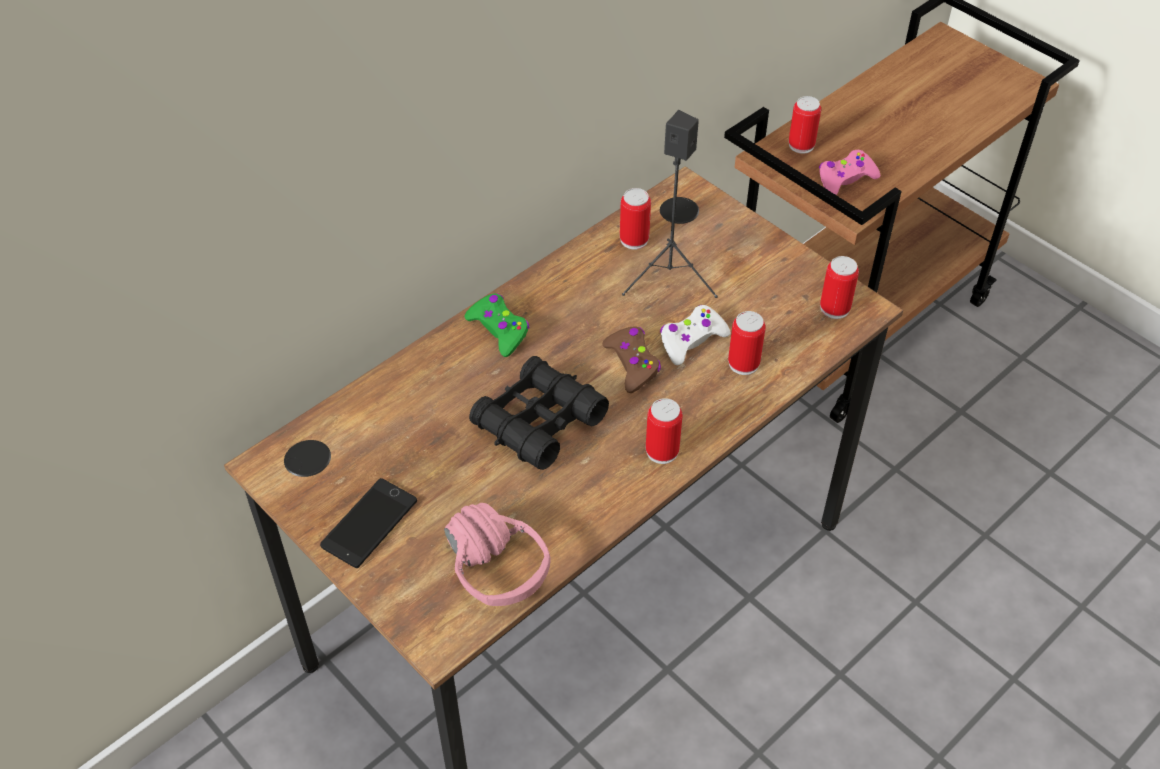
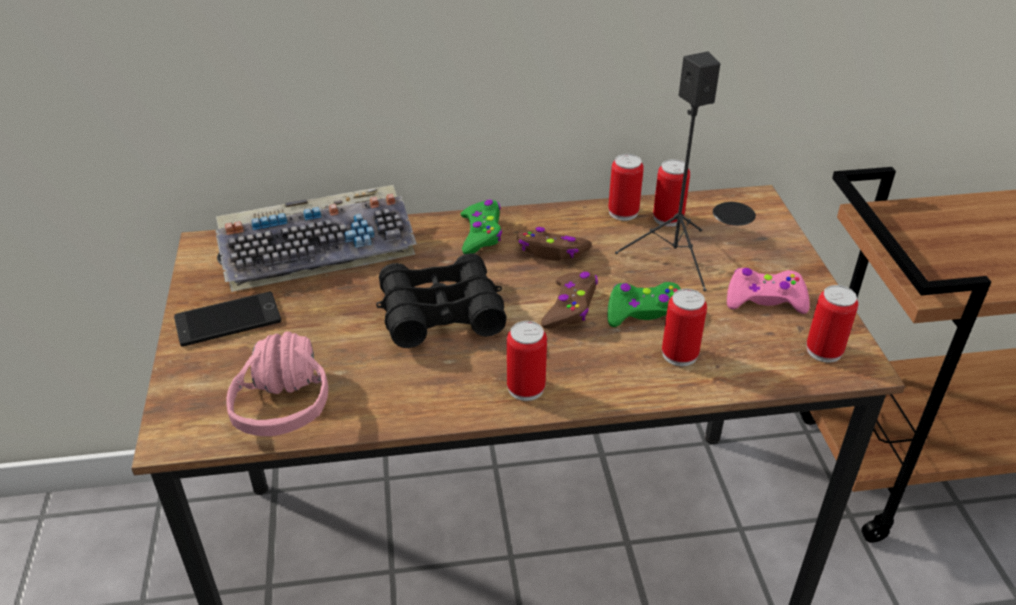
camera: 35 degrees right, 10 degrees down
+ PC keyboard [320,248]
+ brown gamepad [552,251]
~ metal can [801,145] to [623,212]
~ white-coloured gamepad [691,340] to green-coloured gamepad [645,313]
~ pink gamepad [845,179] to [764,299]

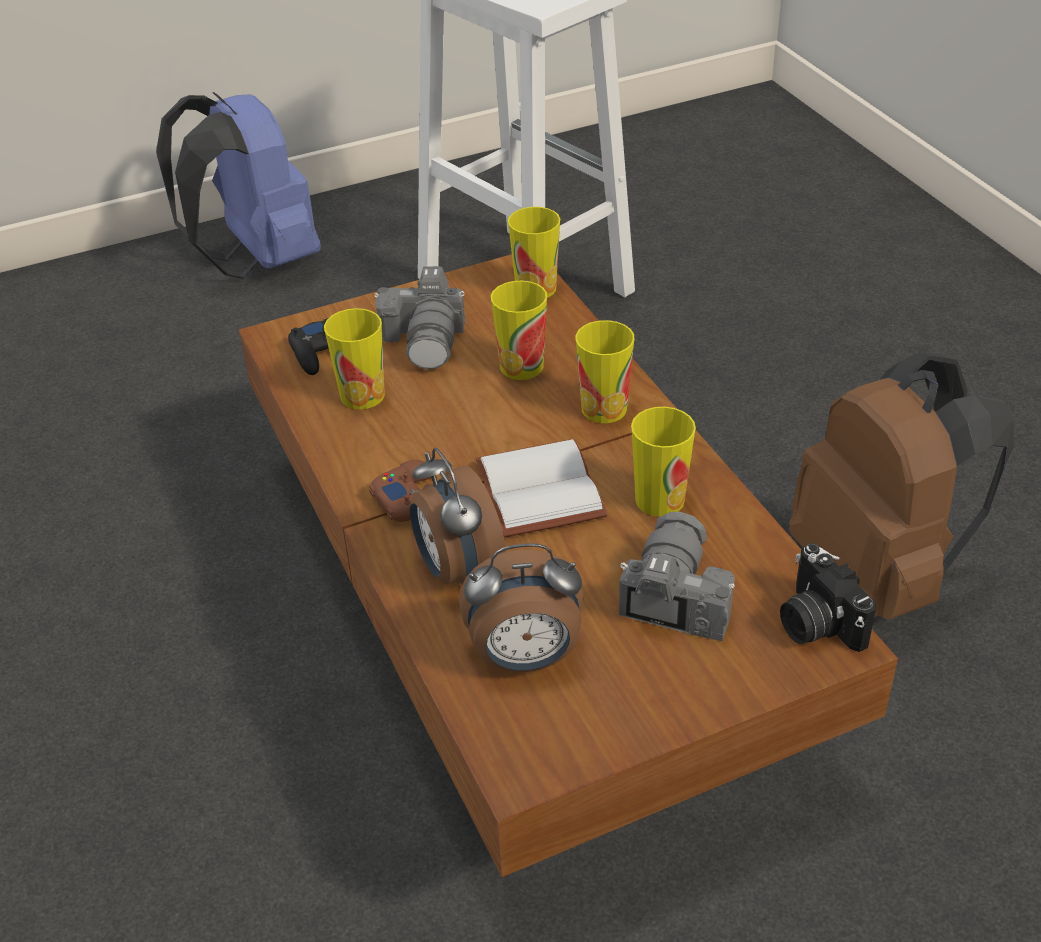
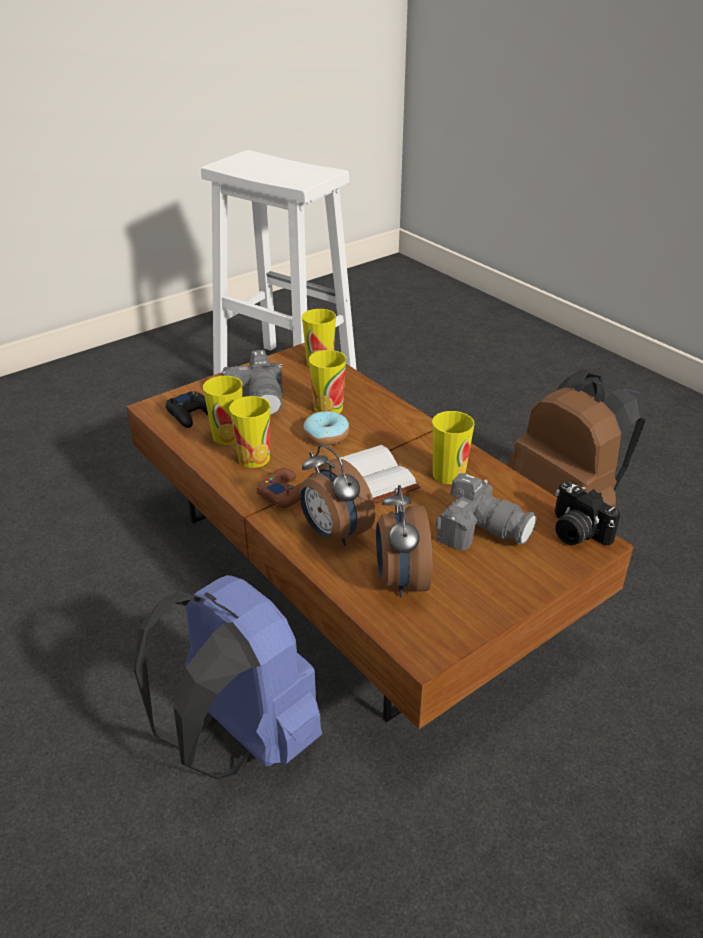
camera: 15 degrees left, 5 degrees down
~ blue-coloured rucksack [258,260] to [241,739]
~ drinking cup [604,409] to [254,458]
+ ring doughnut [326,436]
~ bedside clock [525,658] = [400,580] 105 degrees clockwise
~ photo camera [673,597] = [481,530] 120 degrees clockwise

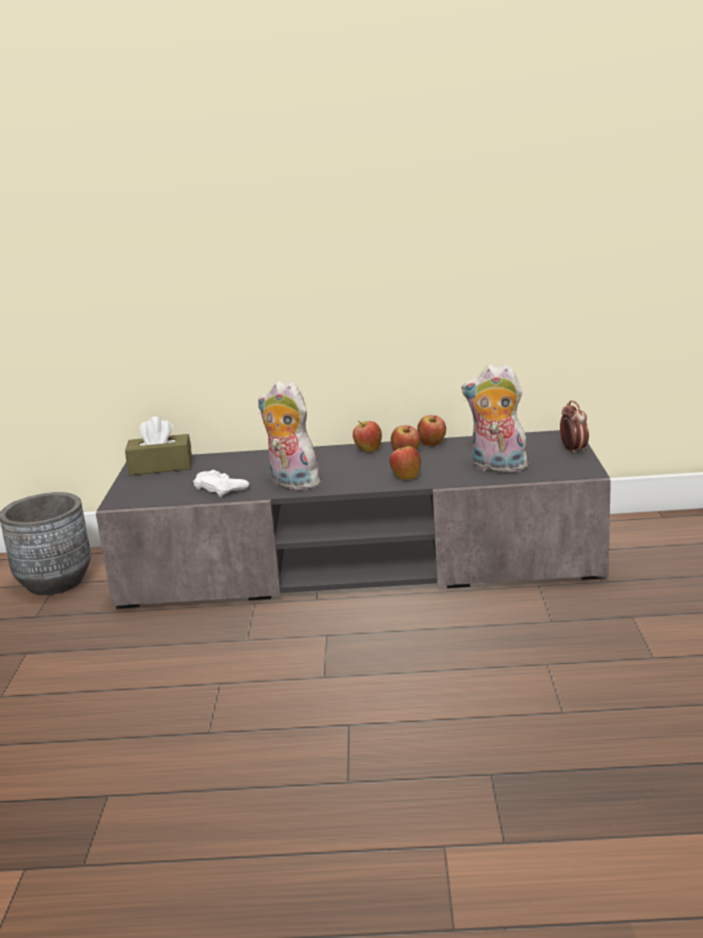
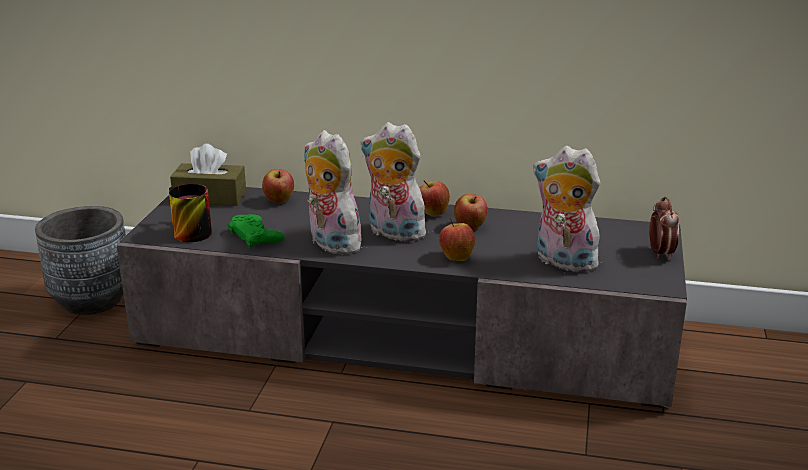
camera: 10 degrees right, 5 degrees up
+ tea mug [186,232]
~ white-coloured gamepad [221,488] to green-coloured gamepad [255,236]
~ apple [432,444] to [279,201]
+ cuddly toy [393,233]

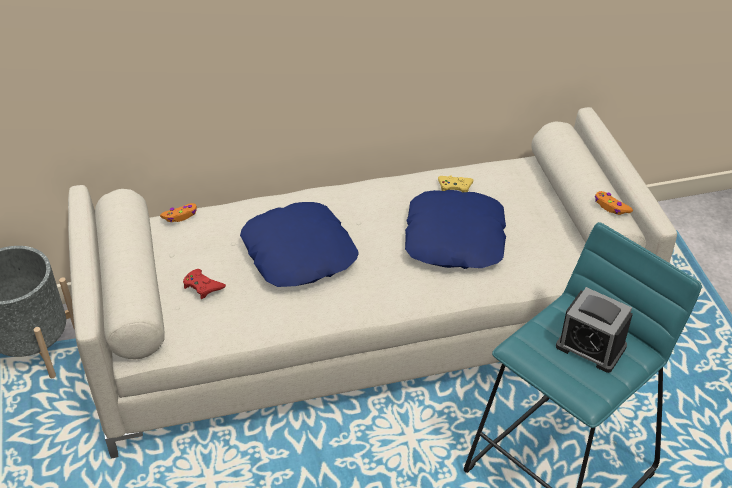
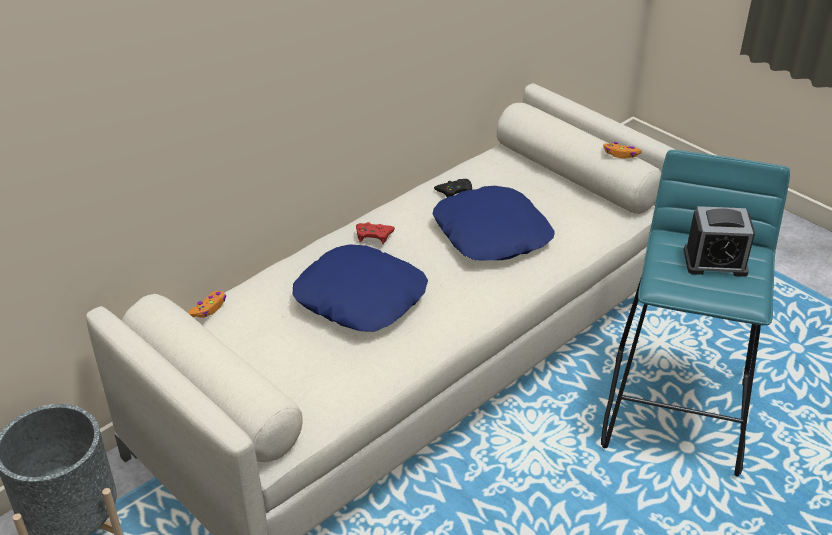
camera: 30 degrees left, 5 degrees down
~ reddish gamepad [202,286] to [374,235]
~ yellow gamepad [454,187] to black gamepad [455,191]

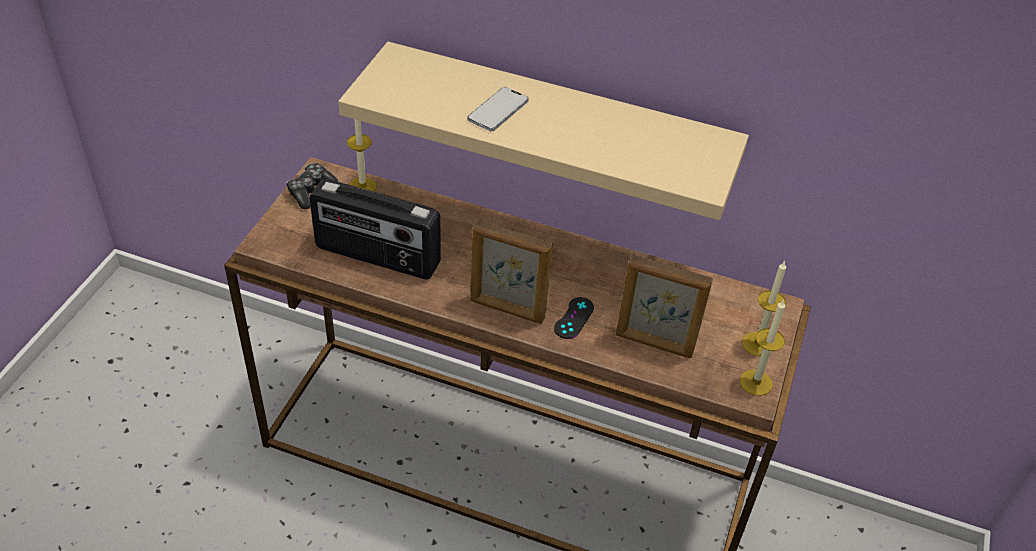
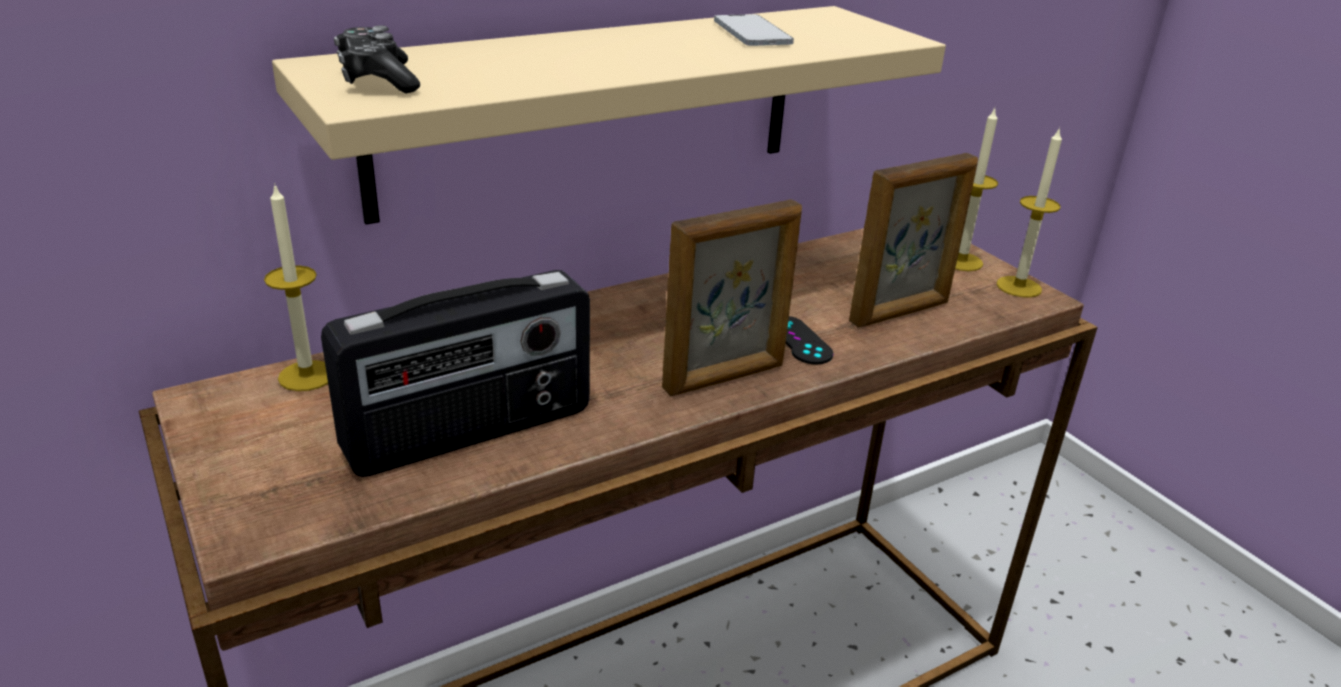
camera: 50 degrees left, 15 degrees down
~ gamepad [311,191] to [377,79]
~ phone [498,110] to [752,33]

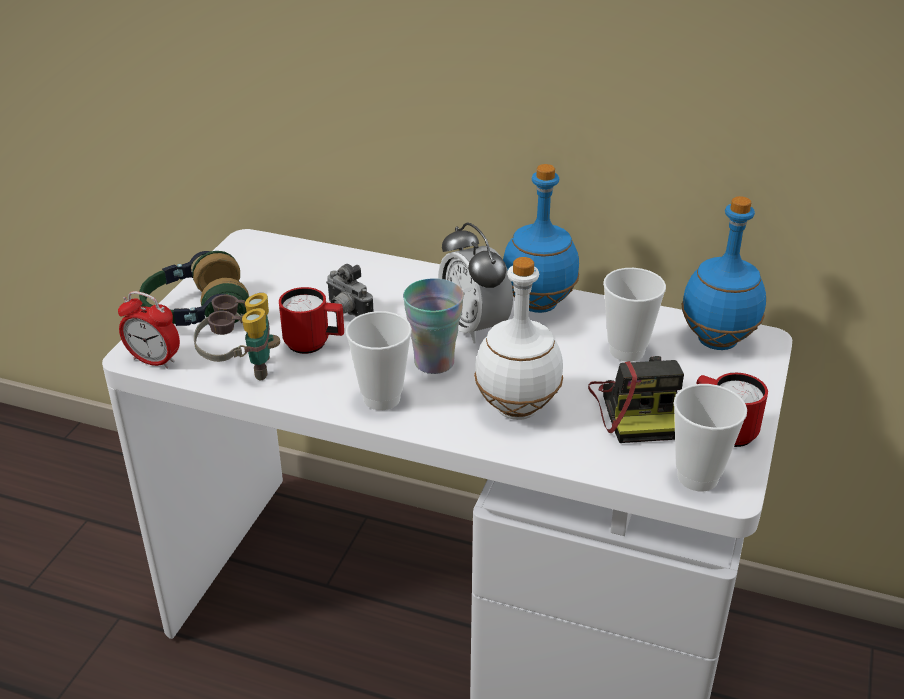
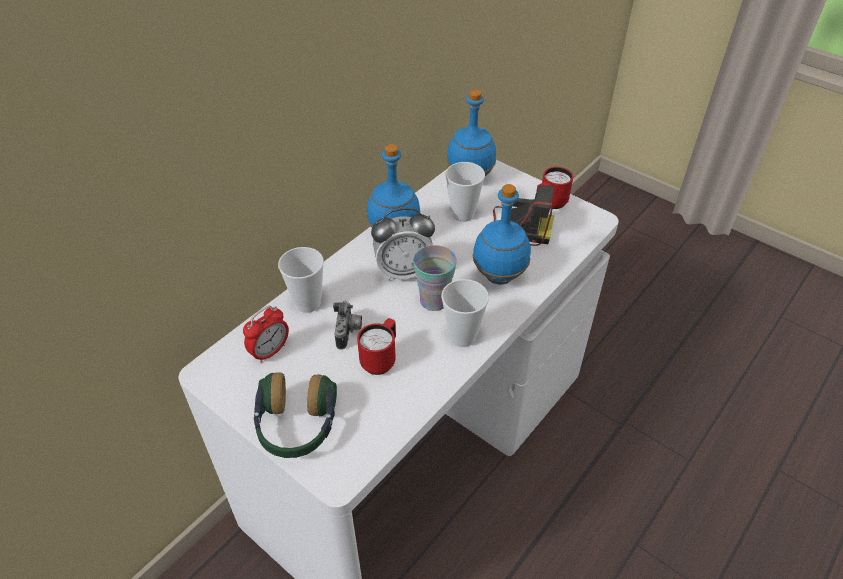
camera: 70 degrees left, 10 degrees up
~ bedside clock [154,361] to [270,351]
~ drinking cup [697,477] to [307,303]
~ photo camera [346,312] = [349,332] 60 degrees counterclockwise
~ white-coloured drink bottle [517,409] to blue-coloured drink bottle [500,276]
- field glasses [241,369]

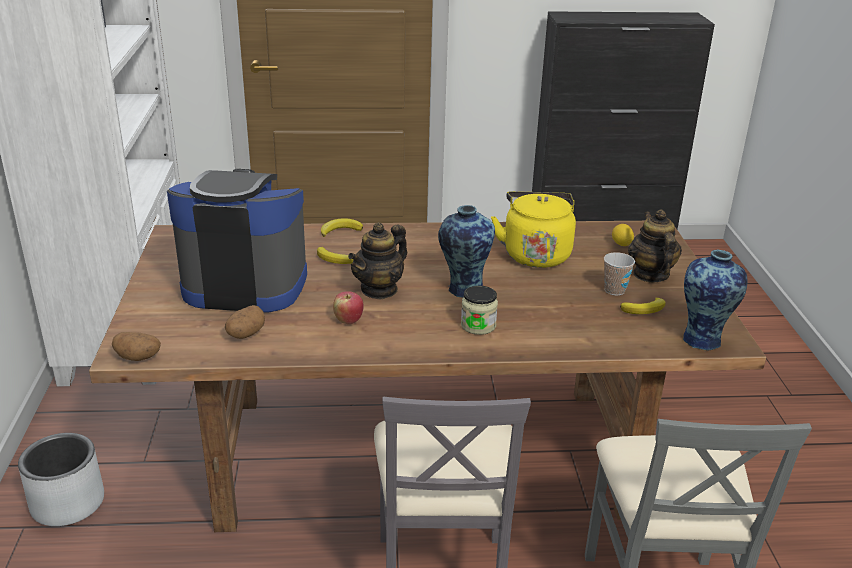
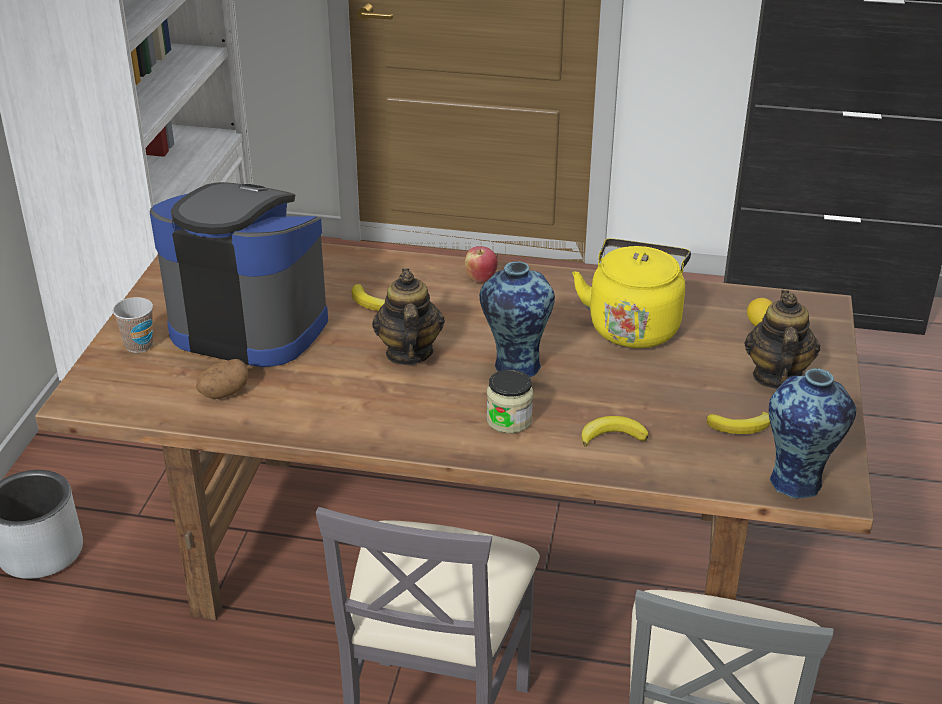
camera: 15 degrees right, 5 degrees up
~ drinking cup [614,290] to [139,345]
~ teapot [379,289] = [408,353] 120 degrees clockwise
~ apple [348,320] to [480,278]
~ banana fruit [340,230] to [612,436]
- spud [139,357]

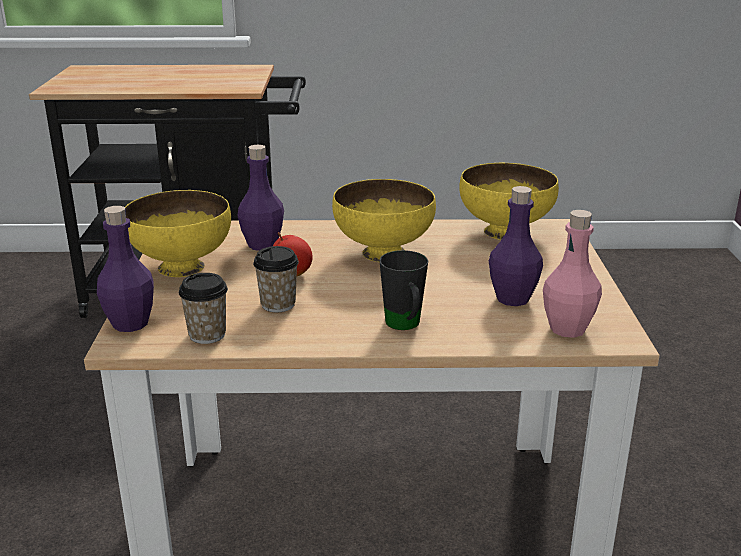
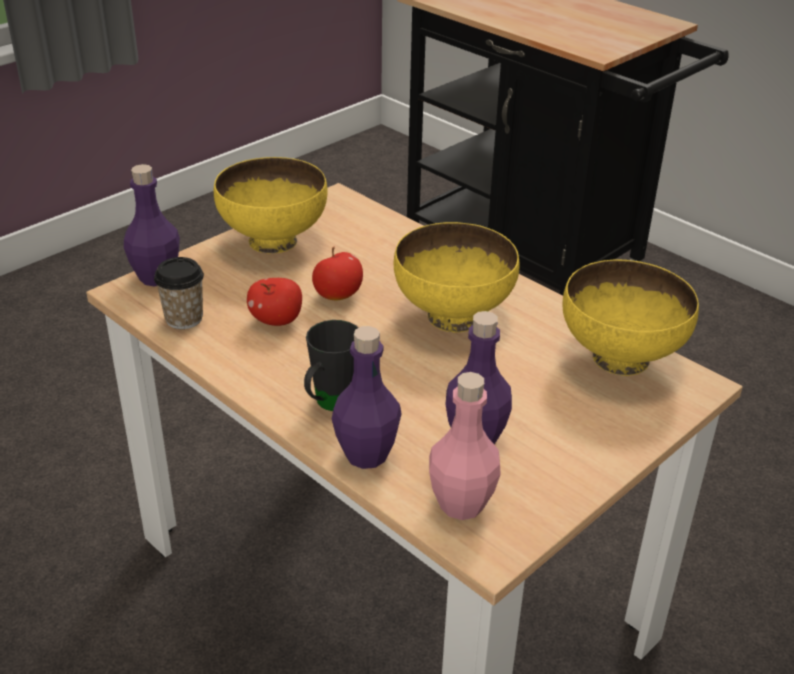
camera: 45 degrees right, 10 degrees up
~ drinking cup [278,304] to apple [276,320]
~ purple-coloured drink bottle [262,245] to [366,454]

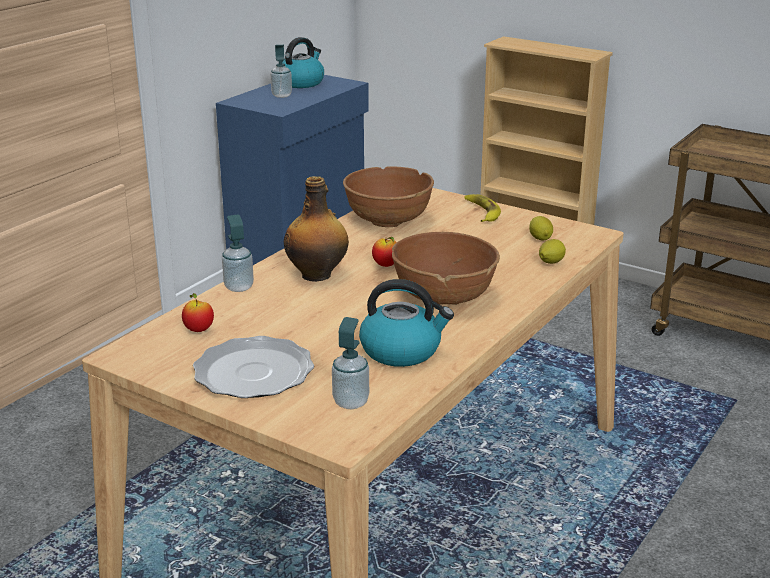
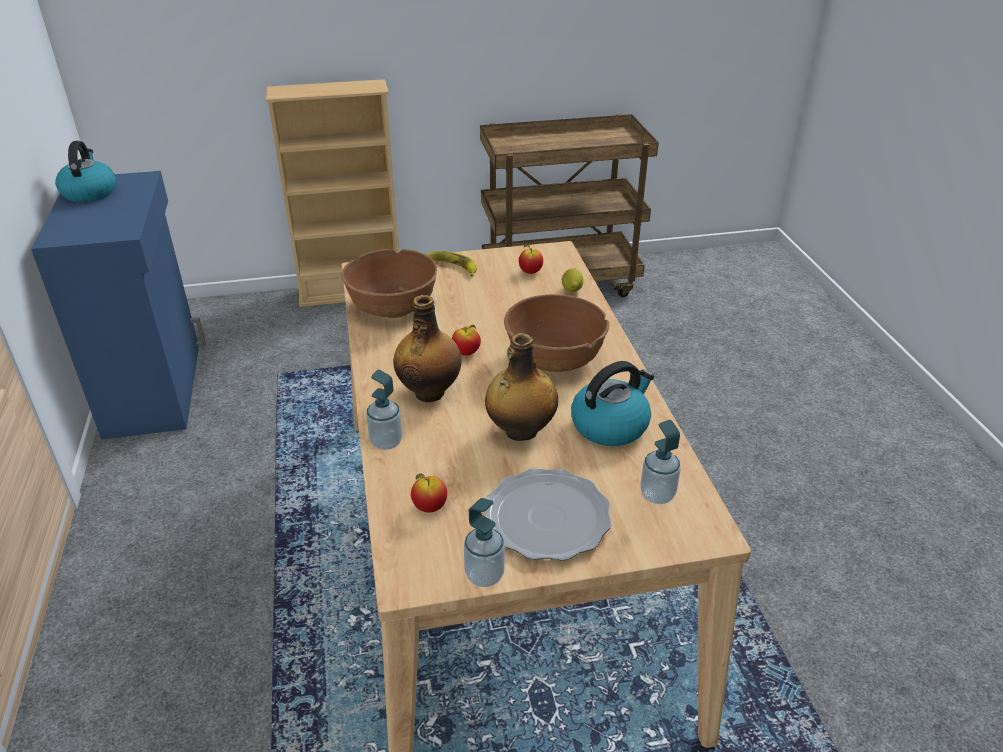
camera: 45 degrees left, 10 degrees up
~ liquid soap bottle [281,95] to [484,575]
+ drink bottle [520,431]
~ lemon [540,238] to apple [530,272]

